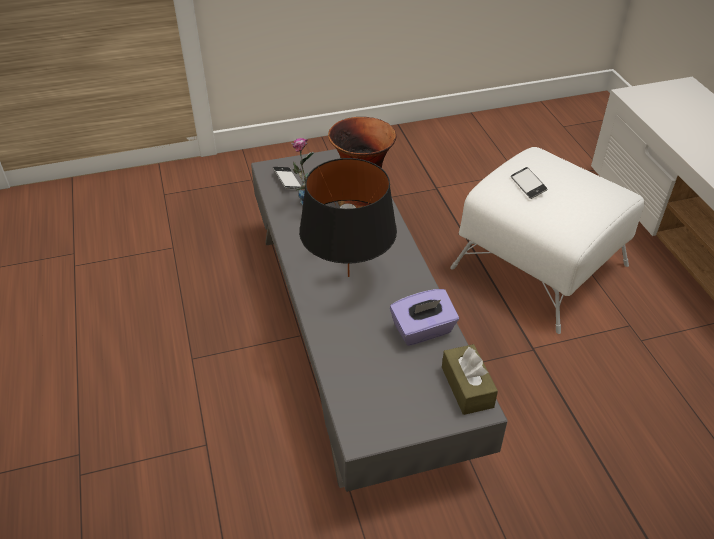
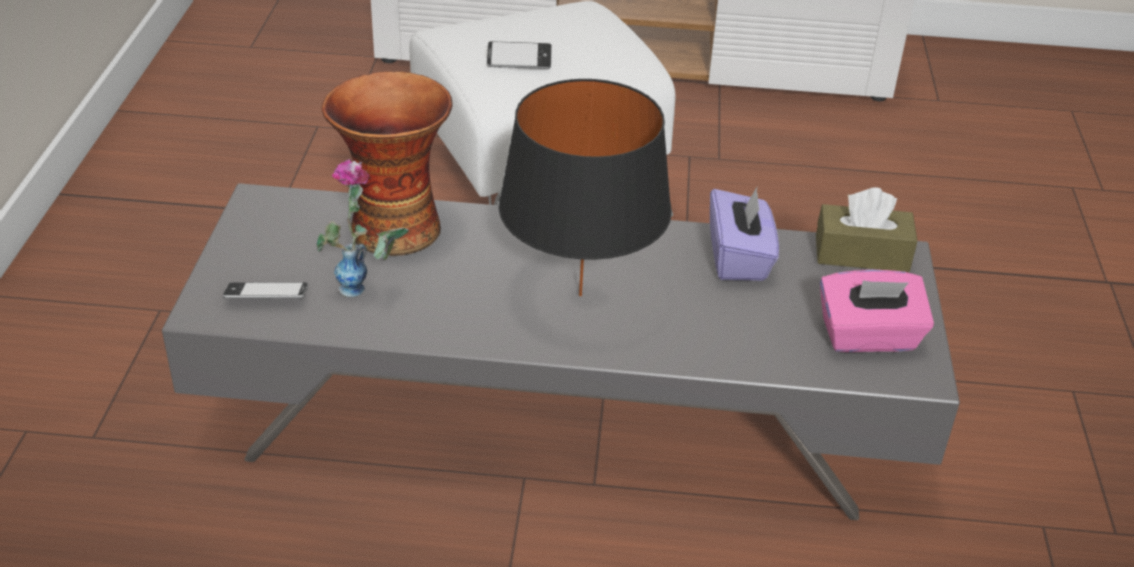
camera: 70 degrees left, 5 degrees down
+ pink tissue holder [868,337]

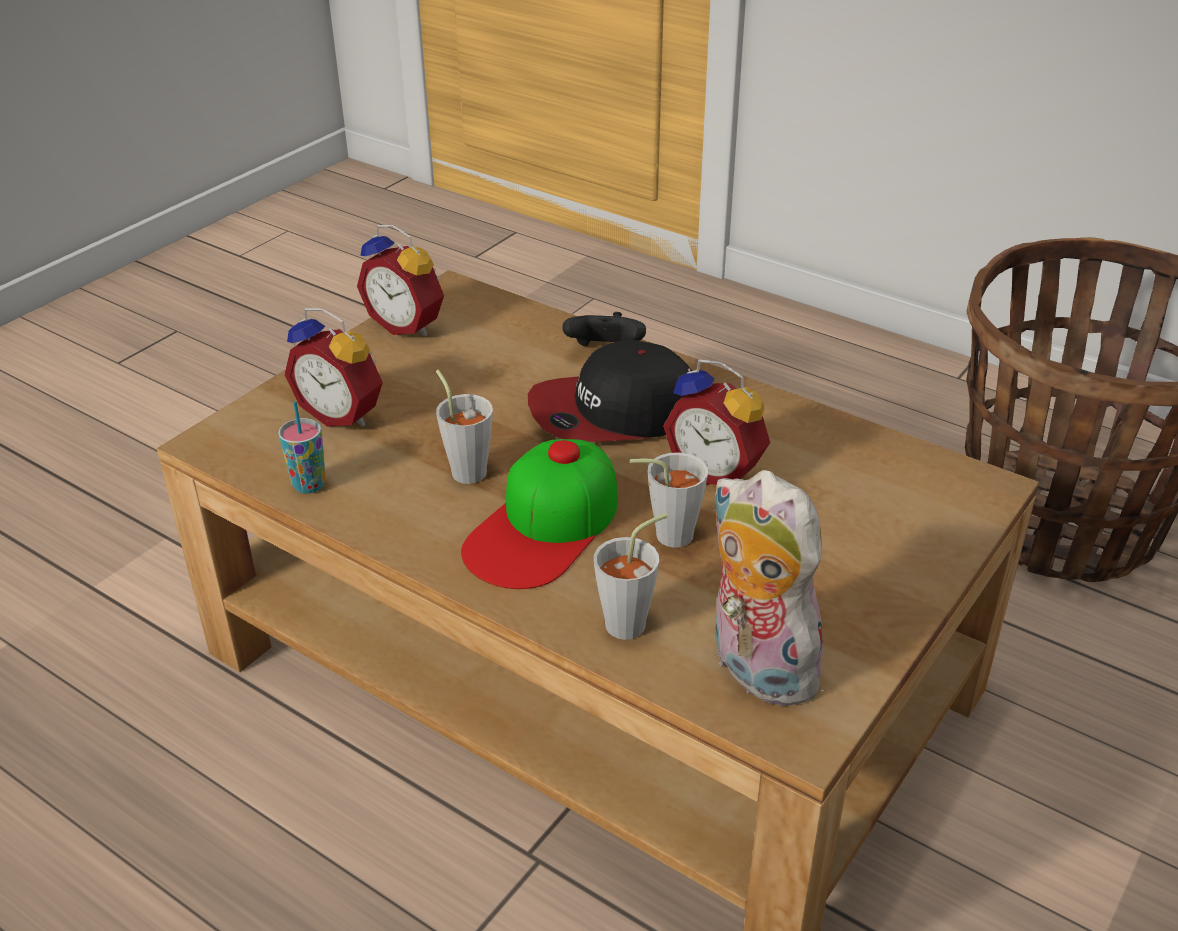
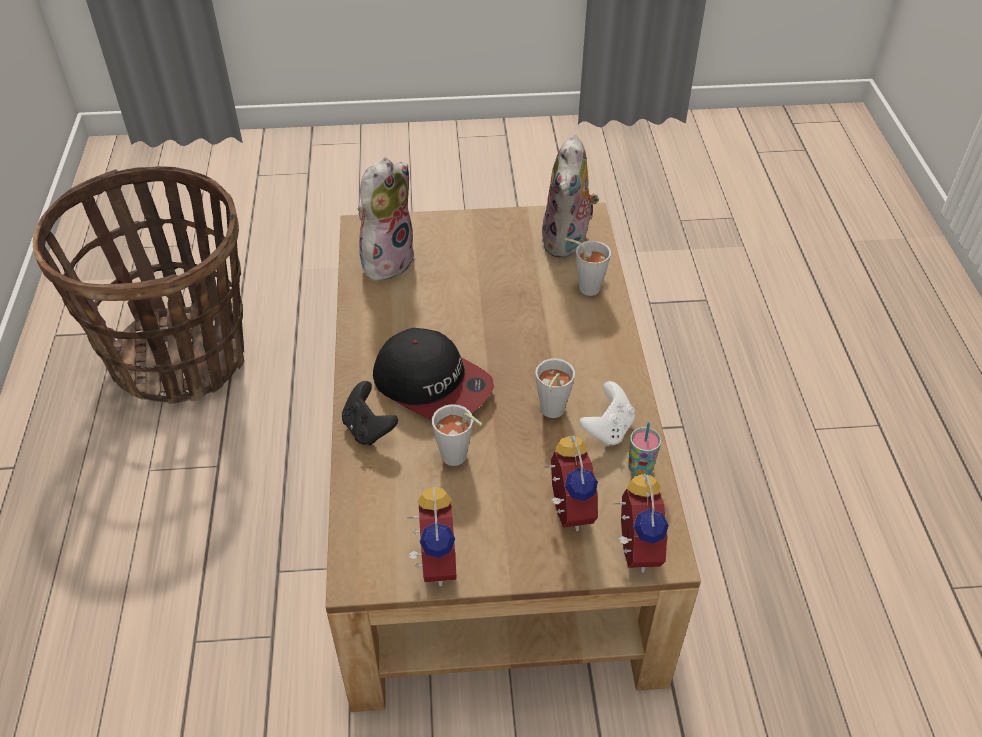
camera: 130 degrees left, 10 degrees up
+ cuddly toy [387,259]
~ gray drinking cup [665,536] to [458,459]
+ white-coloured gamepad [608,429]
~ bedside clock [717,470] to [632,549]
- cap [544,526]

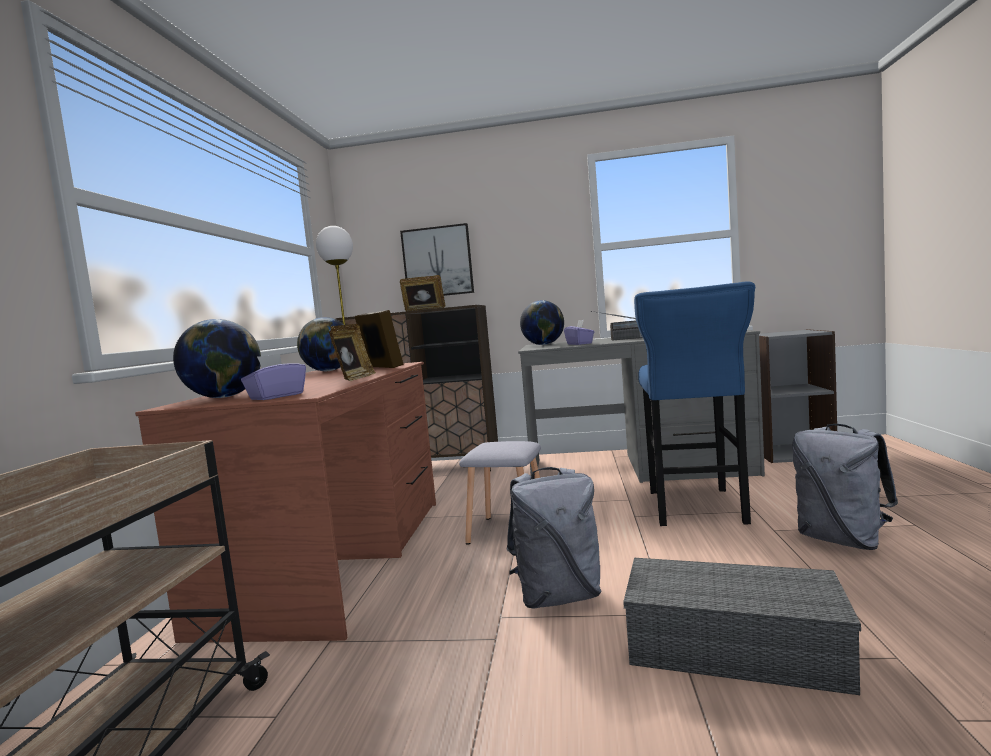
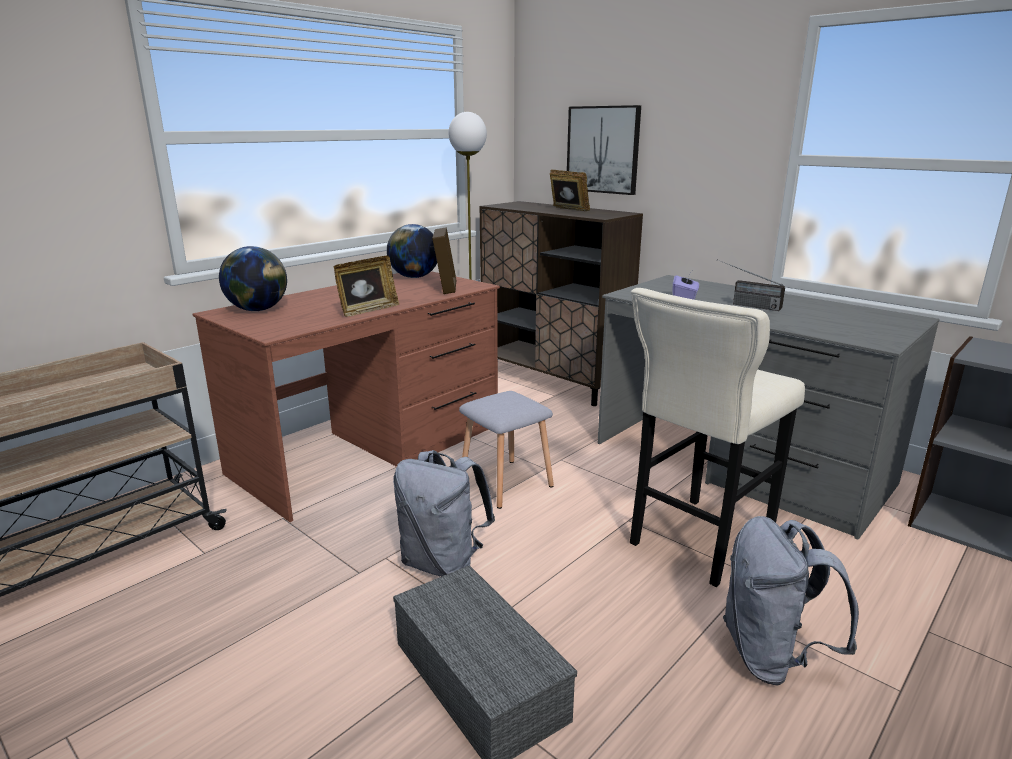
camera: 35 degrees right, 15 degrees up
~ blue-coloured stool [696,509] to sand-coloured stool [697,542]
- purple-coloured tissue holder [276,396]
- desk globe [544,344]

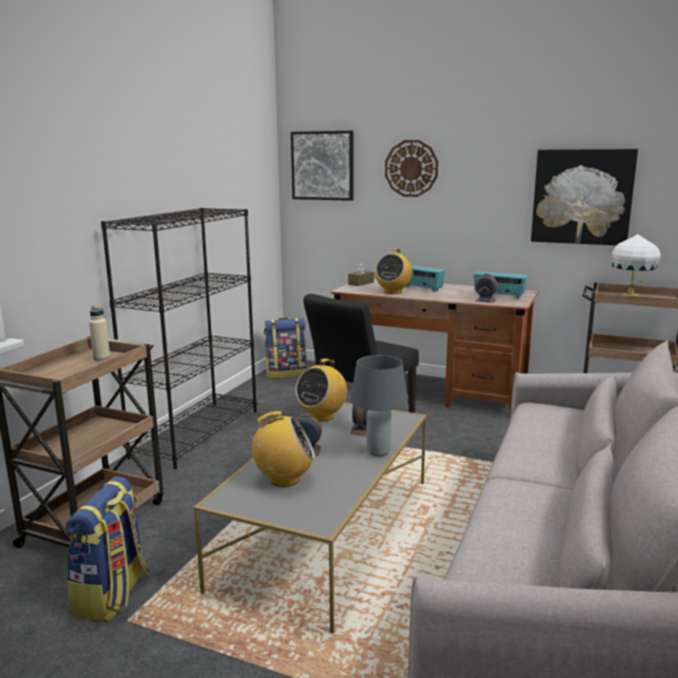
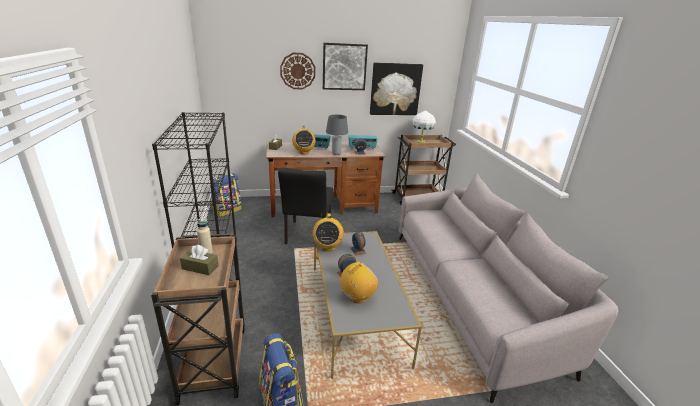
camera: 35 degrees left, 10 degrees up
+ brown tissue holder [200,267]
~ wall picture [323,165] to [344,67]
~ gray table lamp [378,452] to [336,153]

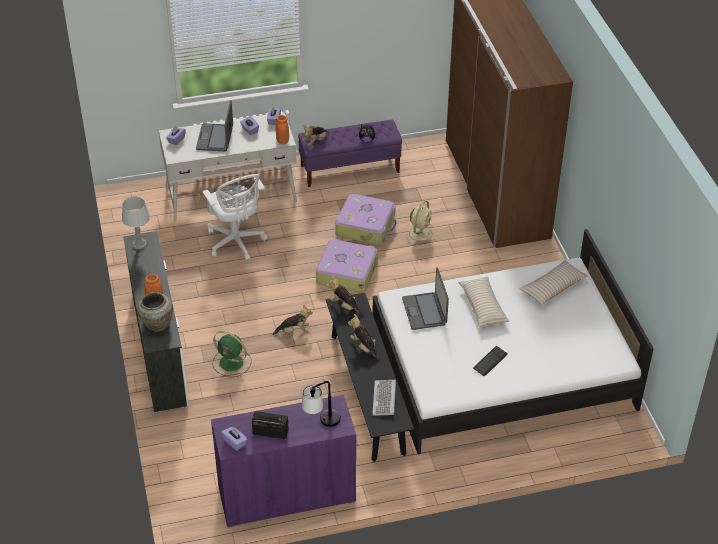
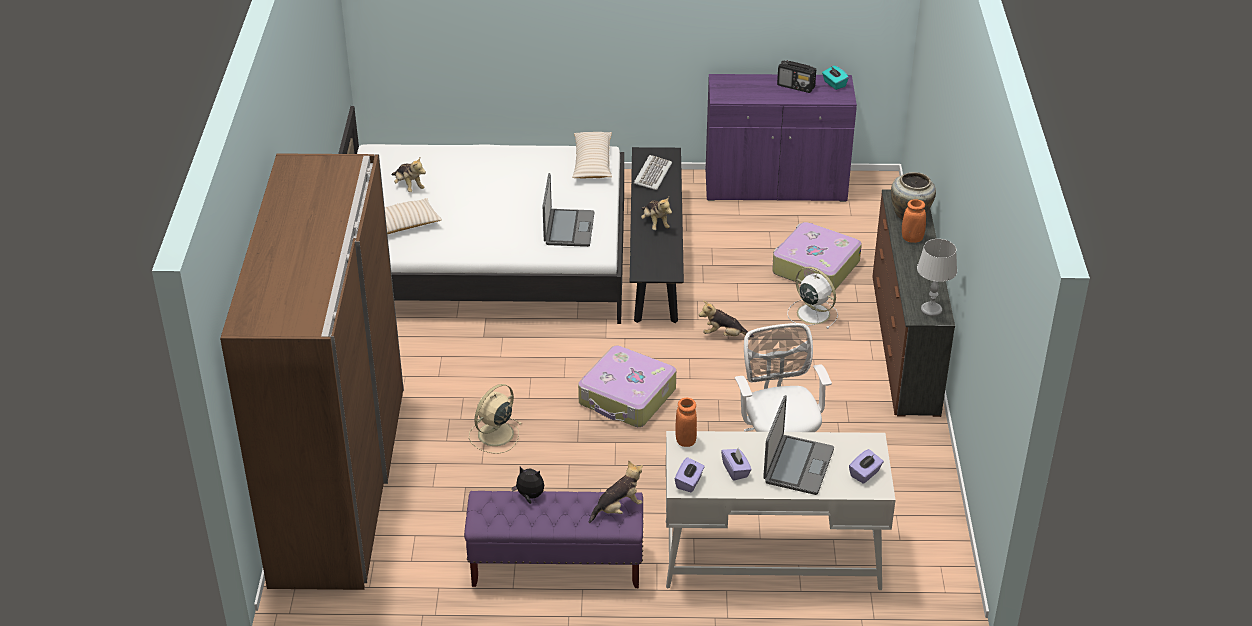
camera: 165 degrees left, 5 degrees down
~ cuddly toy [345,306] to [408,186]
~ sand-coloured pillow [482,307] to [592,162]
~ travel case [366,226] to [814,267]
~ green-coloured fan [232,363] to white-coloured fan [812,313]
~ purple-coloured tissue holder [235,442] to turquoise tissue holder [834,84]
~ white-coloured dresser [160,349] to brown dresser [904,344]
- table lamp [322,423]
- PC keyboard [490,362]

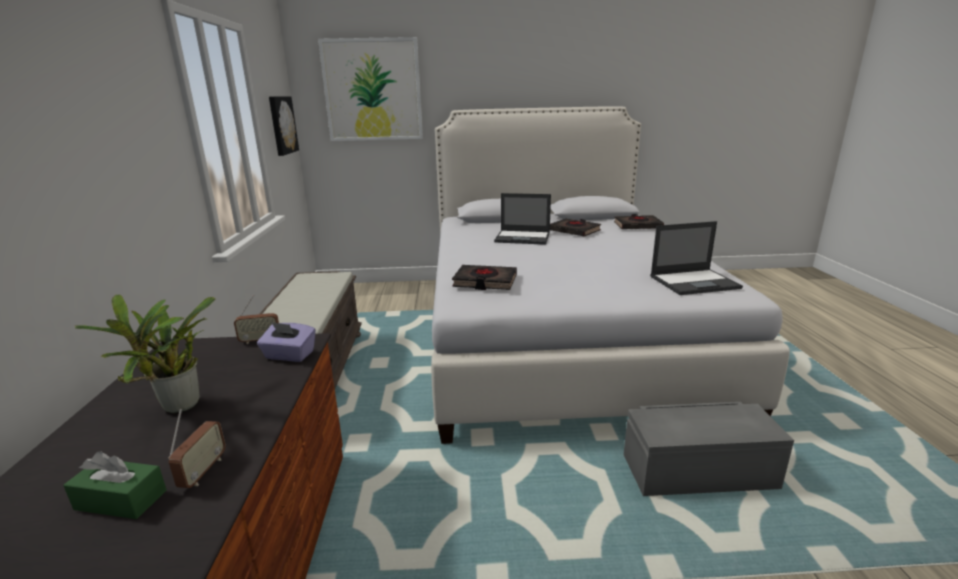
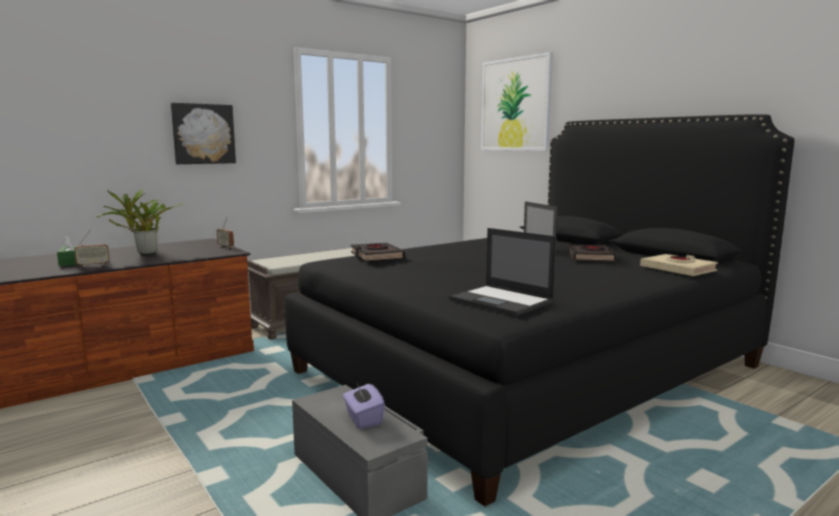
camera: 55 degrees right, 10 degrees down
~ wall picture [282,125] to [203,134]
~ white-coloured sleeping bed [558,334] to black sleeping bed [530,368]
~ purple-coloured tissue holder [289,355] to [363,419]
~ black book [637,226] to sand-coloured book [678,269]

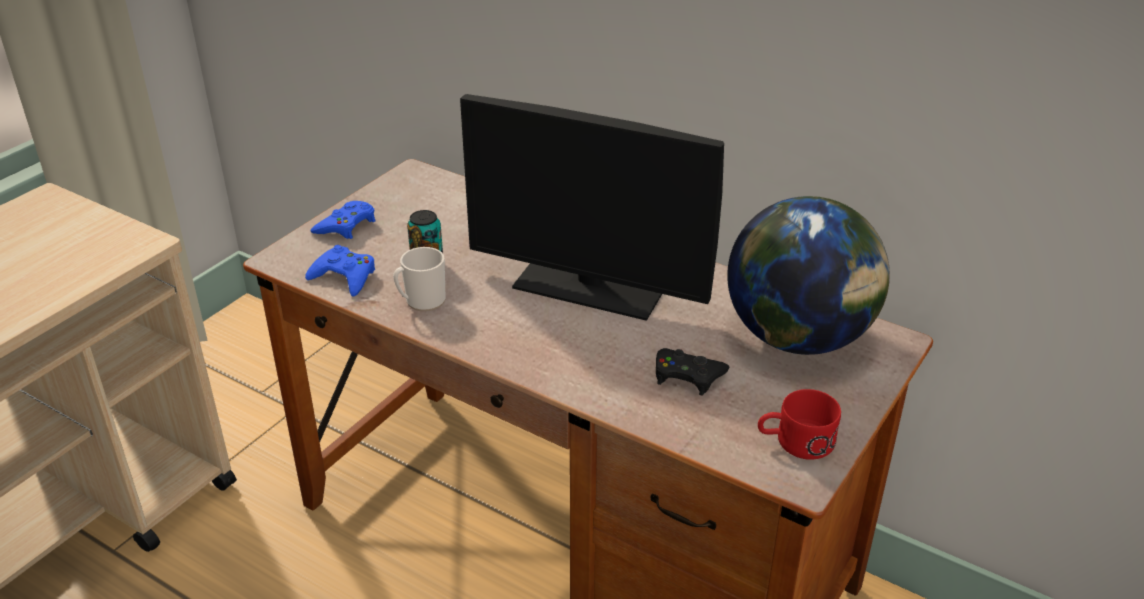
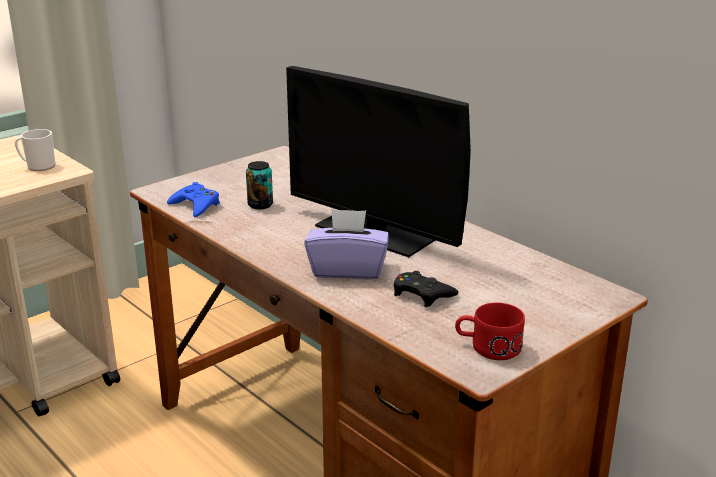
camera: 15 degrees right, 10 degrees down
~ tea mug [421,301] to [38,166]
+ purple-coloured tissue holder [348,270]
- blue-coloured gamepad [346,225]
- desk globe [799,337]

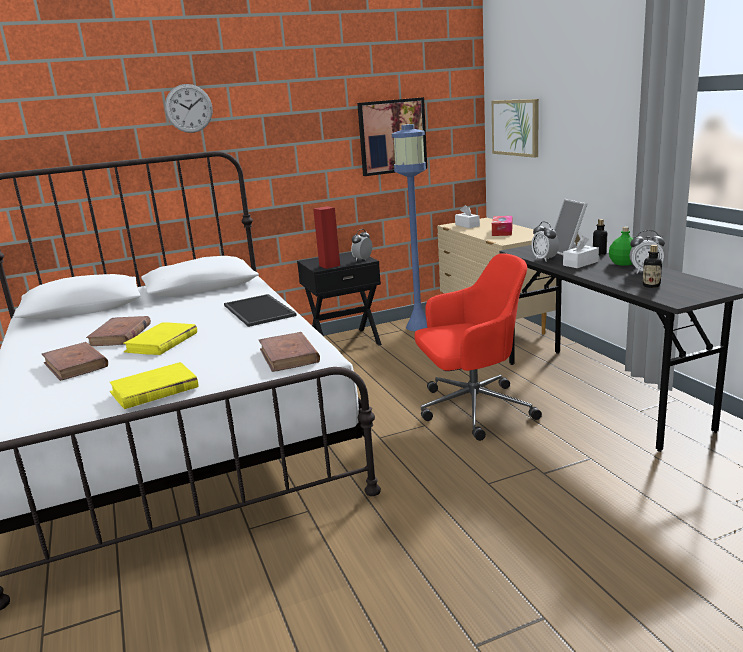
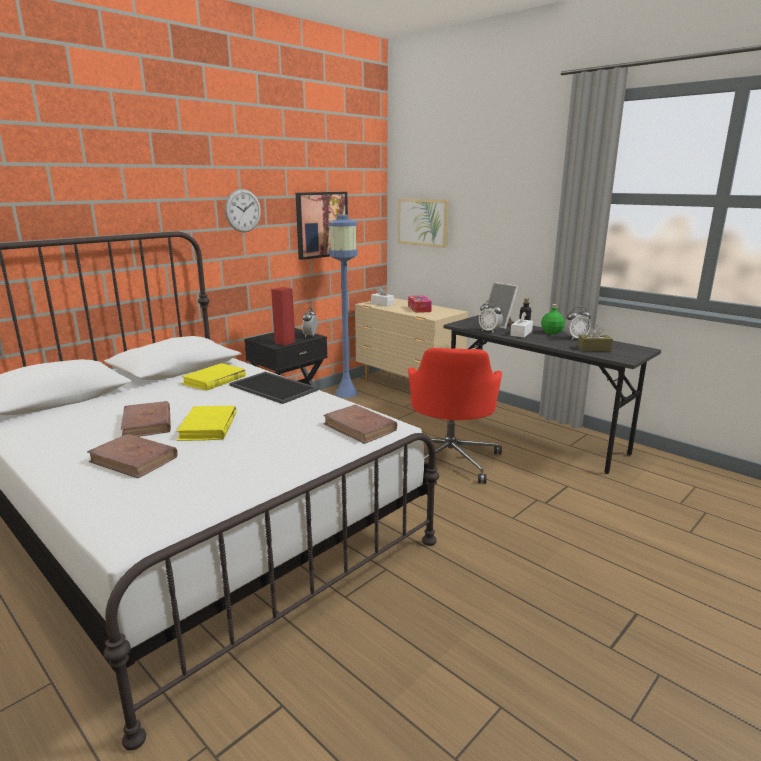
camera: 25 degrees left, 0 degrees up
~ yellow book [154,390] to [214,380]
~ hanging clock [189,108] to [243,210]
~ reddish computer chair [472,409] = [450,459] 135 degrees clockwise
~ drink bottle [651,286] to brown tissue holder [594,349]

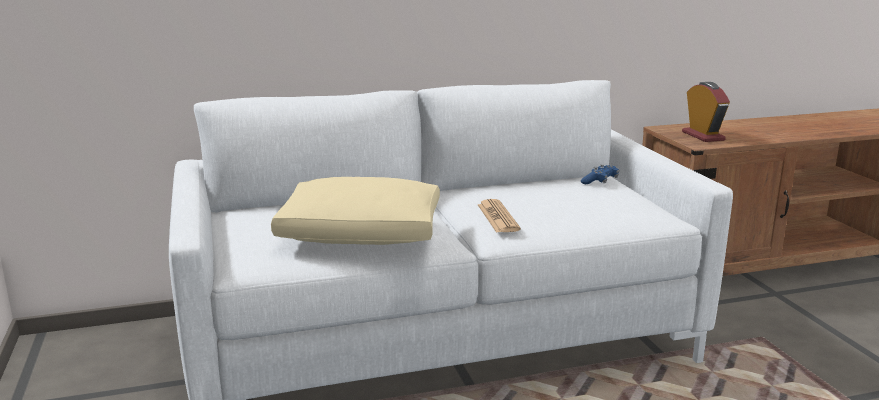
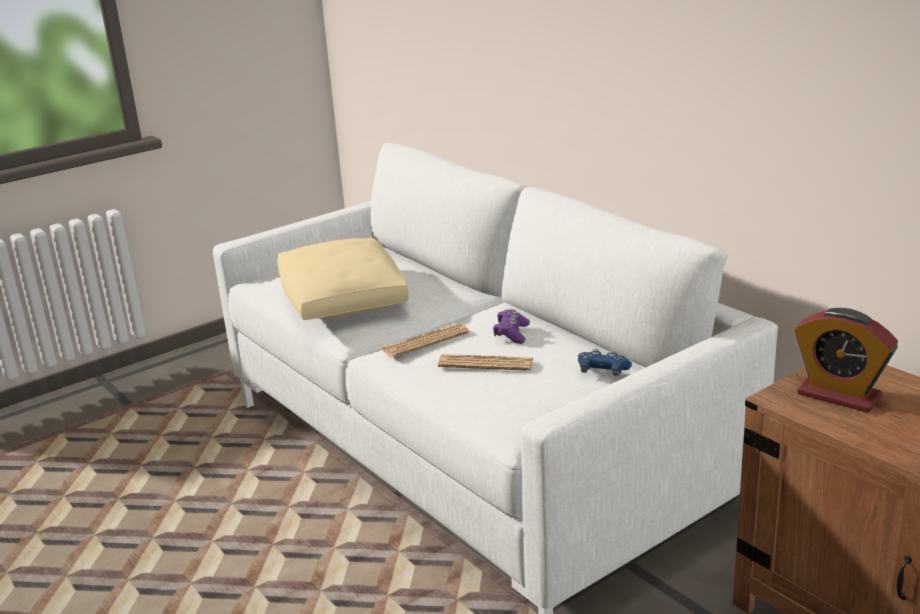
camera: 70 degrees right, 5 degrees up
+ newspaper [486,364]
+ purple-coloured gamepad [511,334]
~ bedside clock [703,136] = [839,395] 75 degrees clockwise

